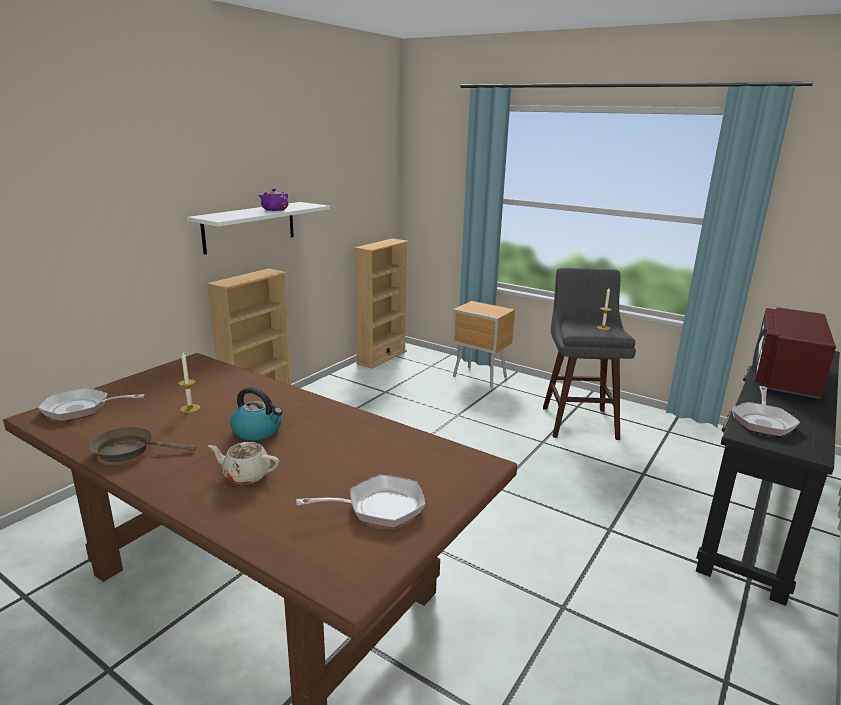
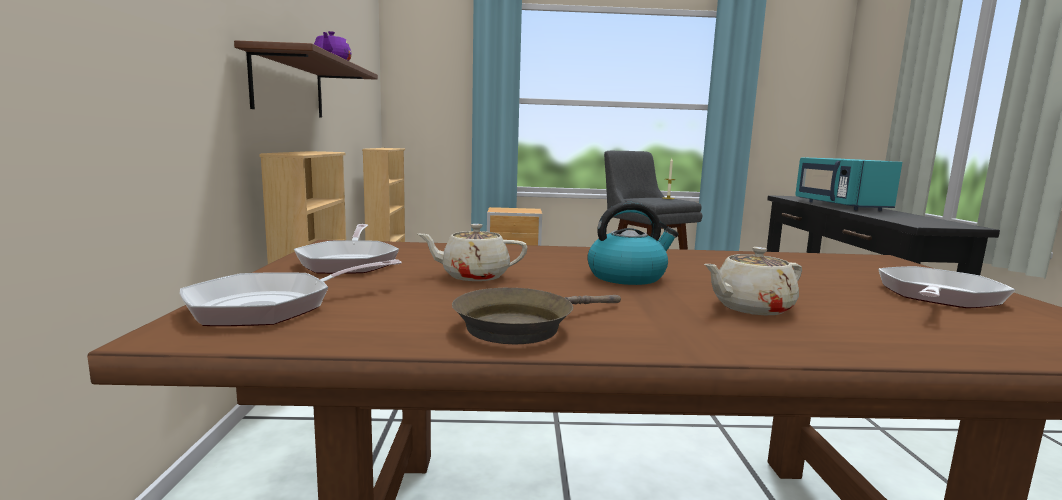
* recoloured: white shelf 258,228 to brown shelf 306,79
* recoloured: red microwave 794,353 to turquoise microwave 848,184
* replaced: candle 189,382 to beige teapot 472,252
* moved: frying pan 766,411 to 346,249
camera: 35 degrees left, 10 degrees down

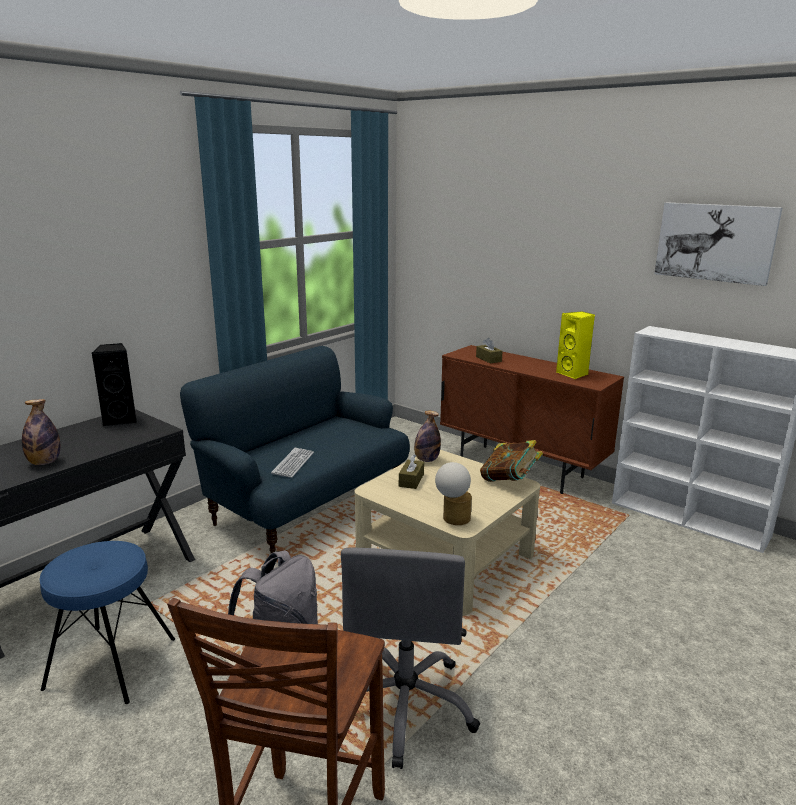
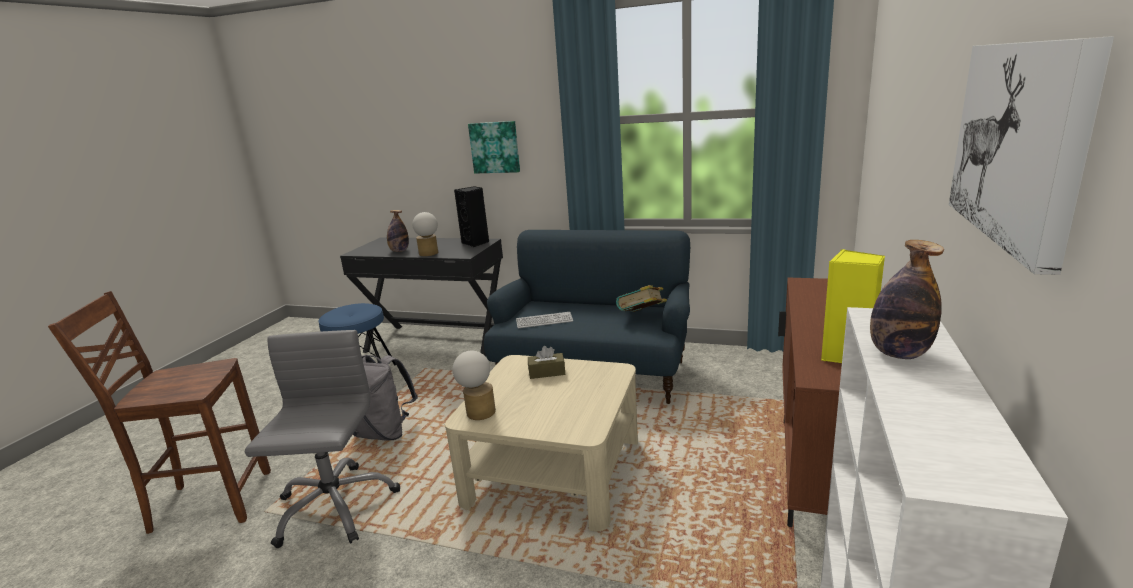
* removed: brown tissue box 489,351
* moved: bottle 427,436 to 907,299
* moved: book 511,461 to 641,298
* turned: grey office chair 410,658 = 322,439 105 degrees clockwise
* added: picture 494,147
* added: table lamp 425,234
camera: 70 degrees right, 0 degrees up

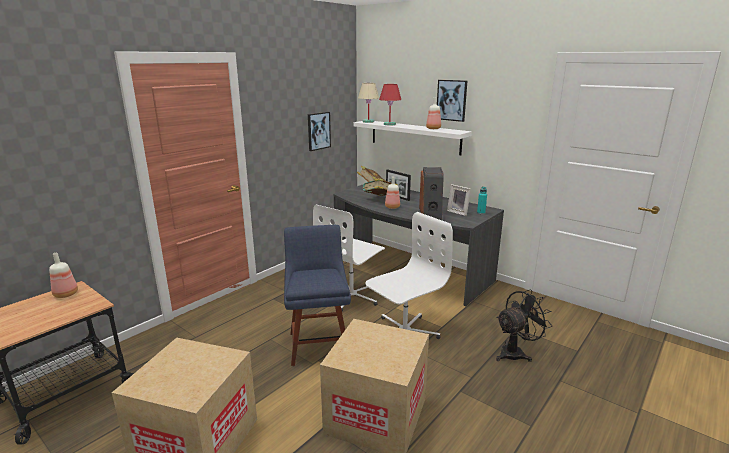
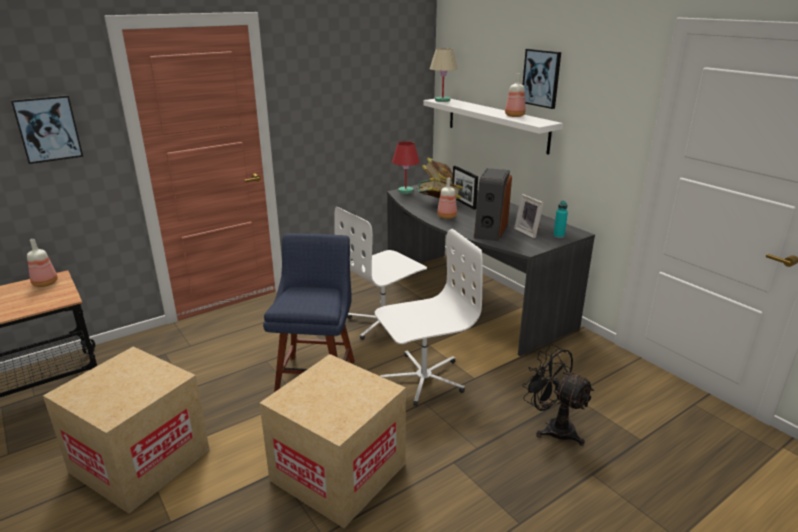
* moved: red table lamp 390,105 to 406,167
* moved: picture 319,131 to 47,129
* turned: black fan 524,325 = 558,395 120 degrees counterclockwise
camera: 15 degrees right, 5 degrees up

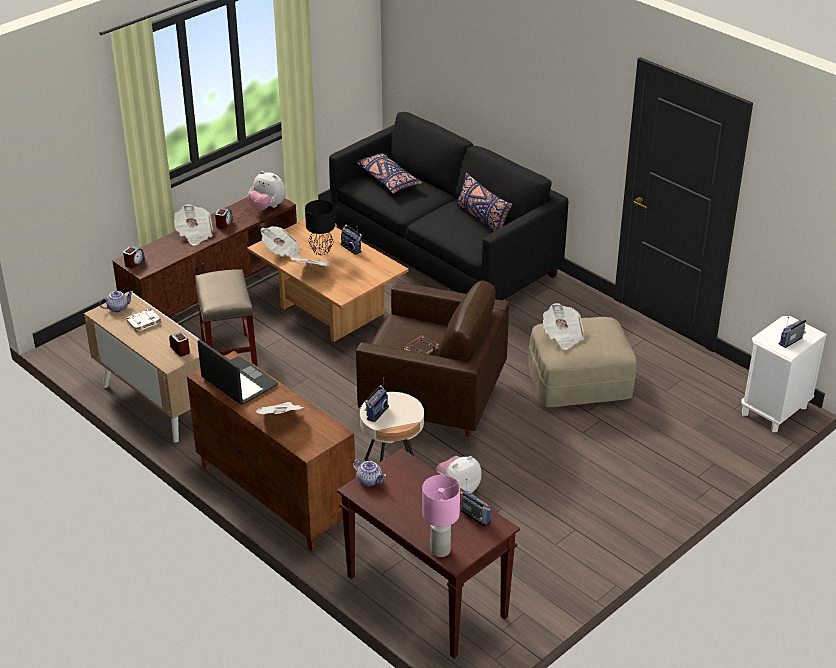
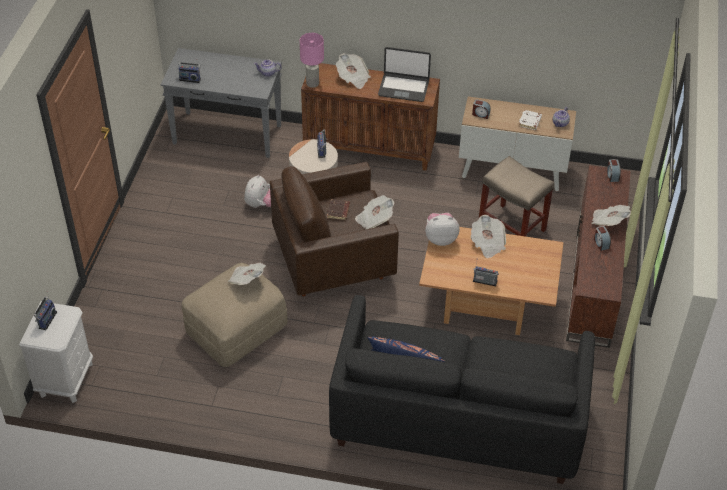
* removed: blue pillow 389,173
* moved: plush toy 266,191 to 442,229
* removed: black table lamp 320,227
* moved: newspaper 280,242 to 375,212
* recoloured: brown console table 428,553 to grey console table 221,103
* moved: pink table lamp 441,516 to 312,60
camera: 145 degrees right, 10 degrees up

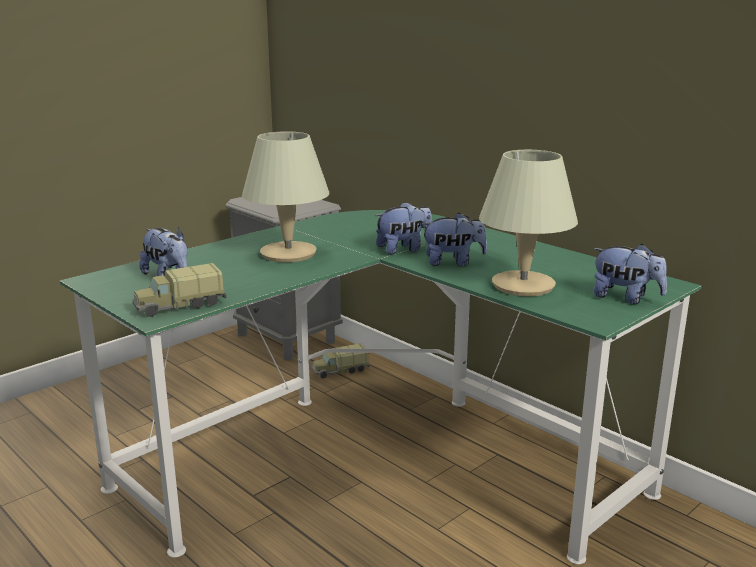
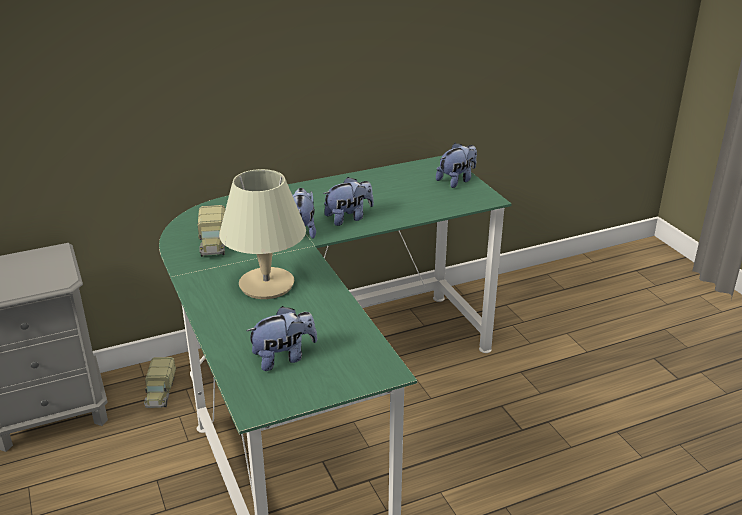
* removed: beige table lamp 528,223
* turned: plush toy 454,239 = 348,201 45 degrees clockwise
* moved: toy truck 179,290 to 211,231
camera: 70 degrees left, 10 degrees up

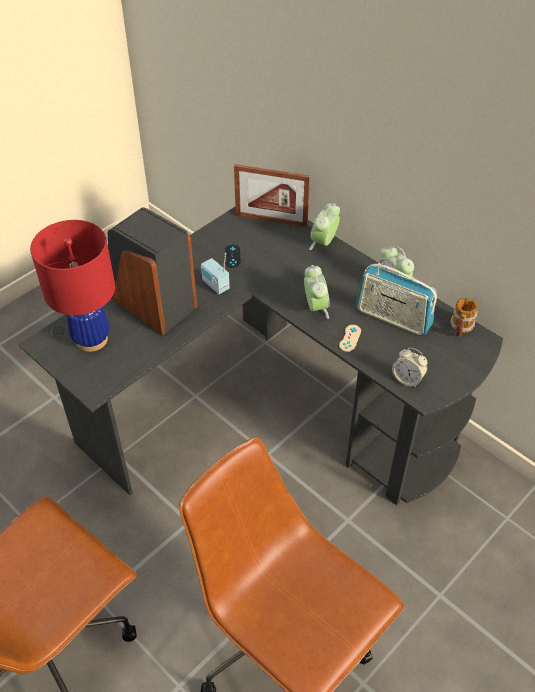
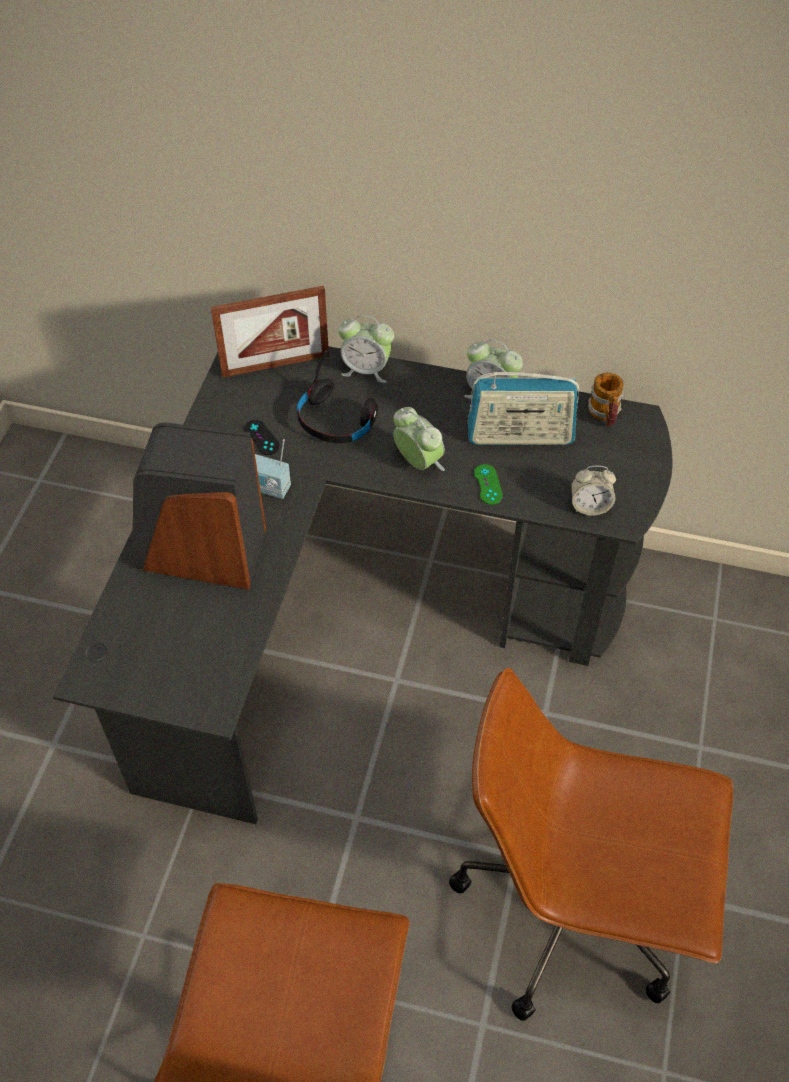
* turned: alarm clock 324,226 = 366,349 75 degrees counterclockwise
* removed: red table lamp 72,286
* recoloured: beige game controller 350,338 to green game controller 488,484
* added: black headphones 337,396
camera: 30 degrees left, 5 degrees up

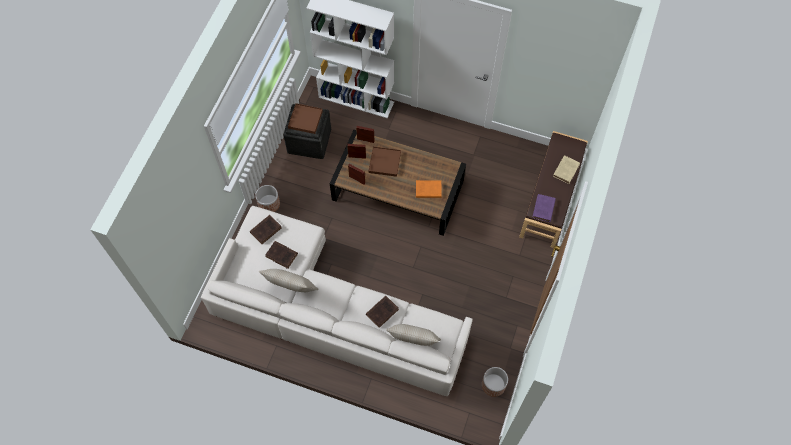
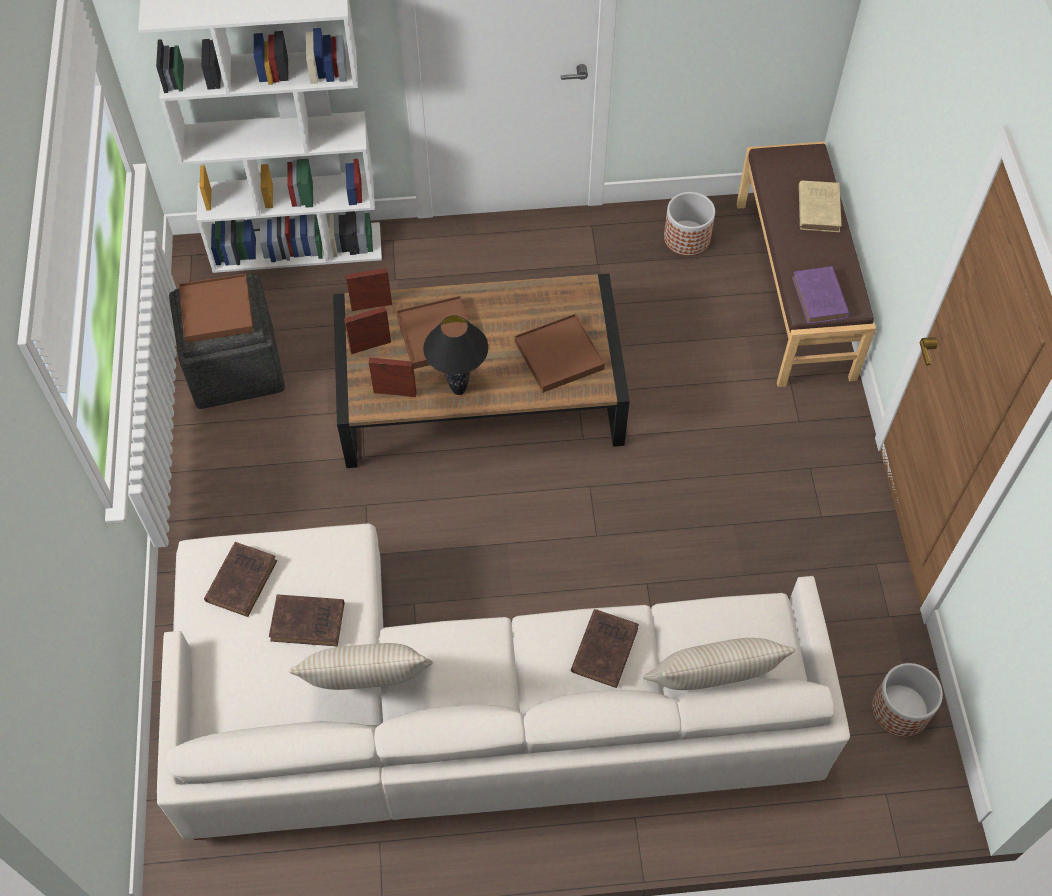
* replaced: orange book 429,189 to brown tray 560,353
* moved: planter 267,198 to 689,224
* added: black table lamp 455,355
camera: 25 degrees left, 5 degrees down

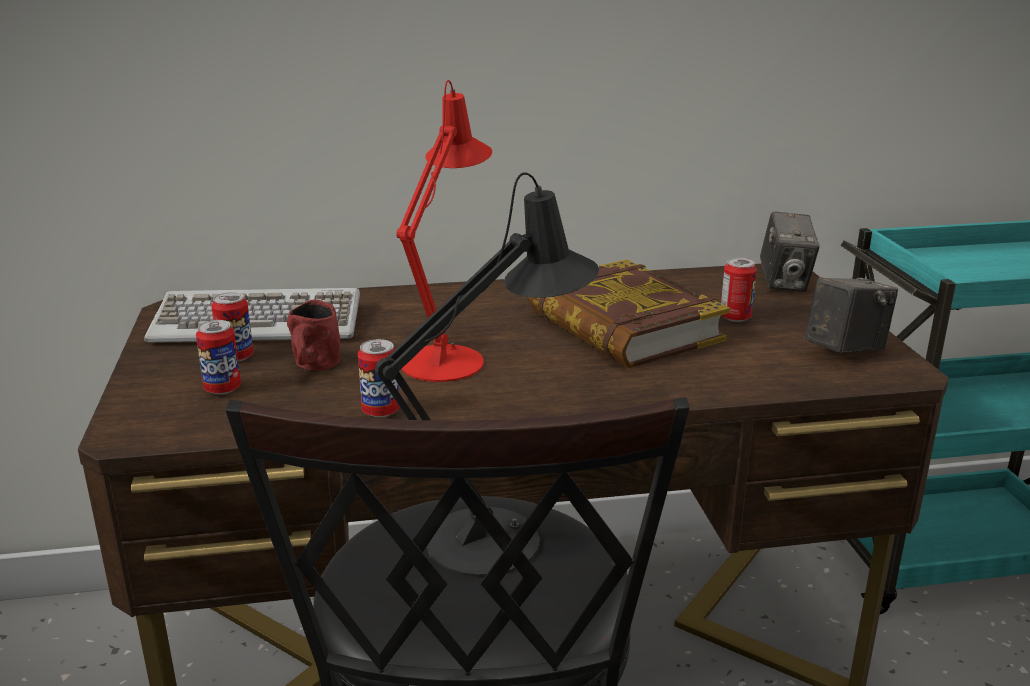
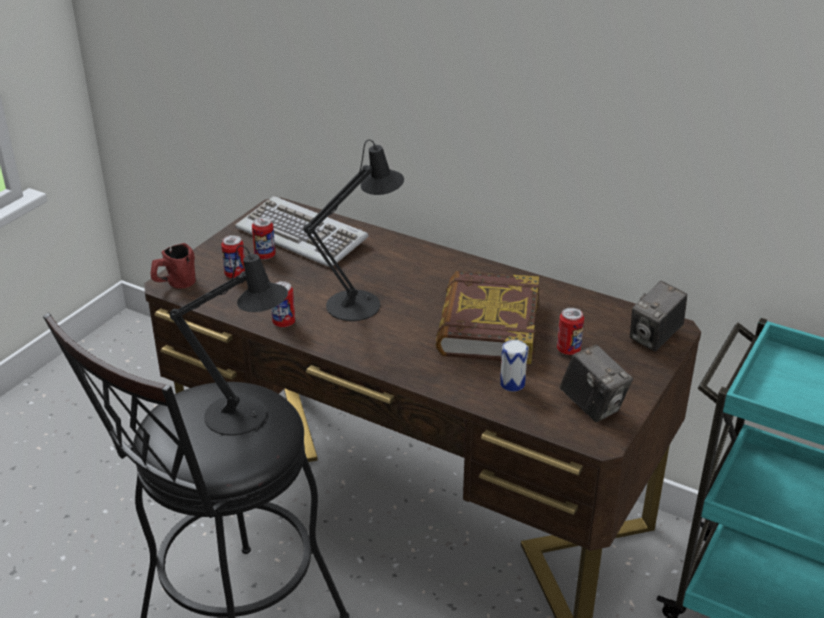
* recoloured: red table lamp 444,231 to black table lamp 353,230
* turned: photo camera 851,315 = 596,383 45 degrees clockwise
* moved: red mug 314,335 to 173,266
* added: can 514,366
camera: 40 degrees right, 10 degrees up

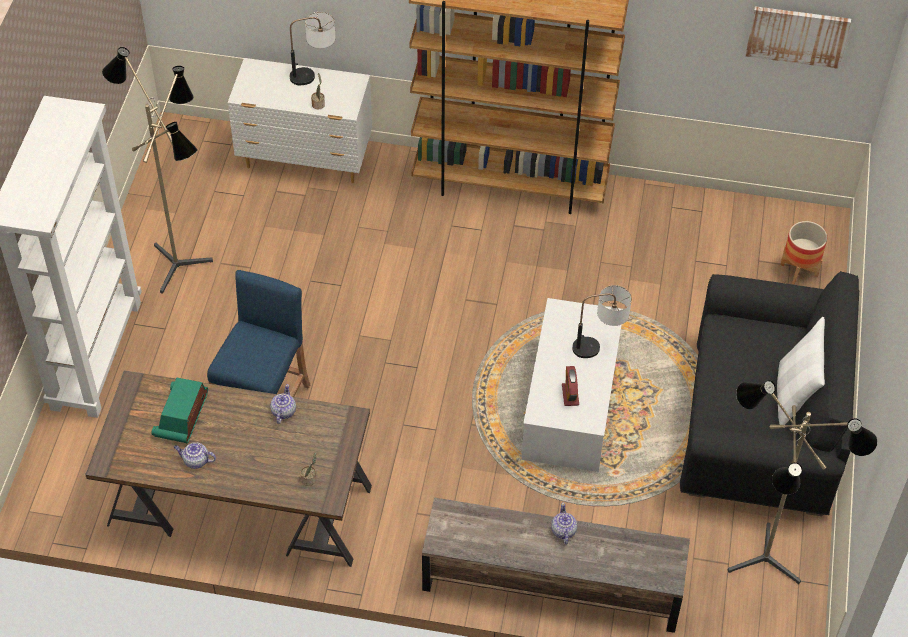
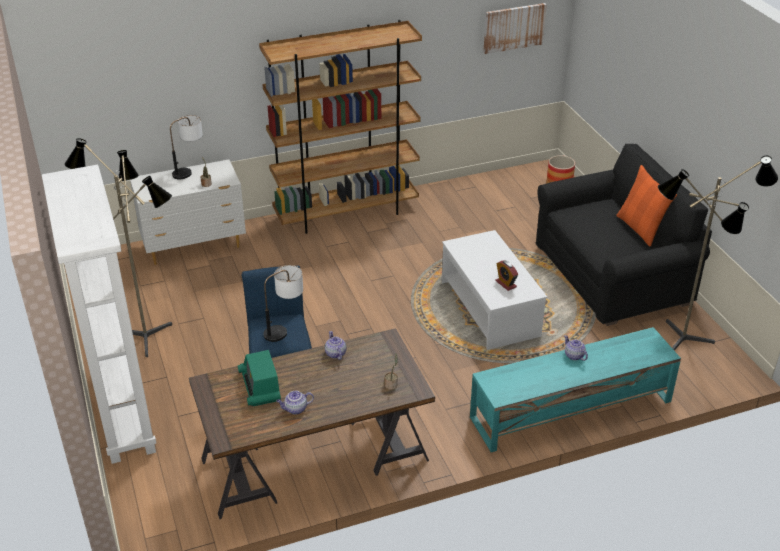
* moved: table lamp 602,321 to 283,303
* recoloured: white pillow 801,371 to orange pillow 646,206
* recoloured: brown tv stand 556,565 to turquoise tv stand 575,389
camera: 30 degrees left, 15 degrees down

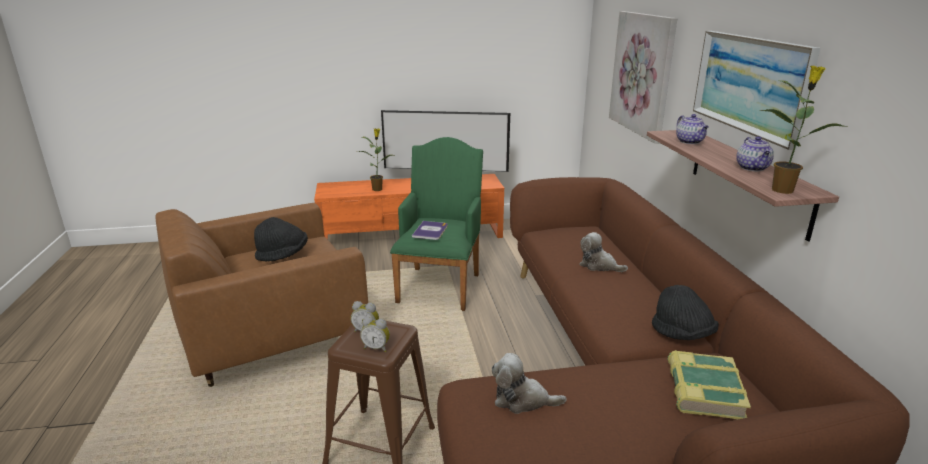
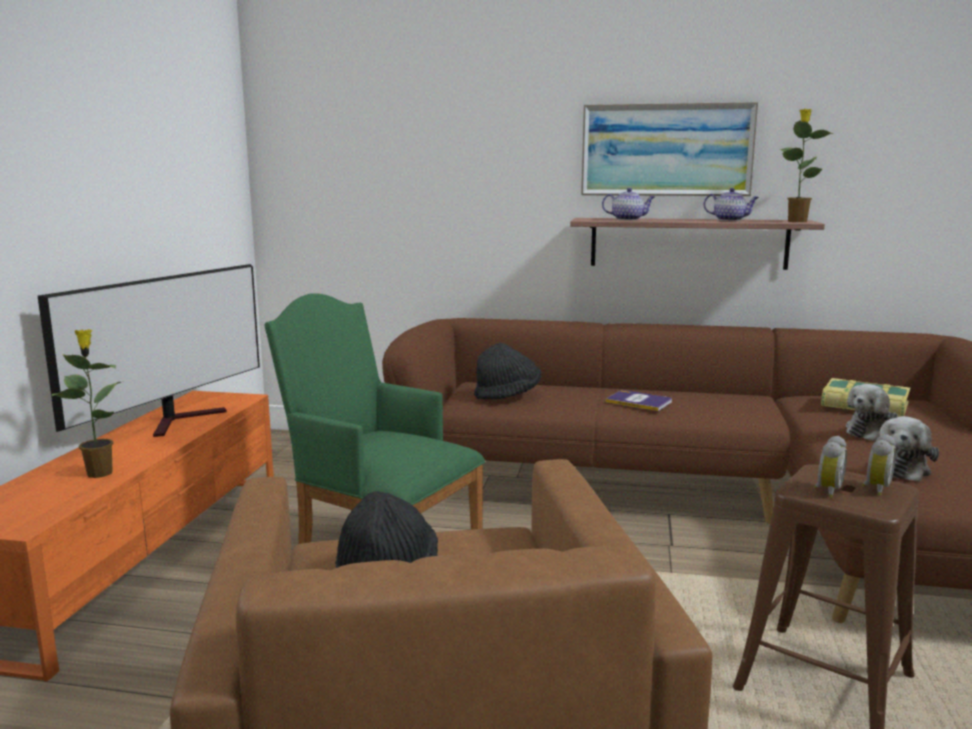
* removed: picture 643,77
* moved: book 430,230 to 639,400
* moved: plush toy 604,252 to 872,412
* moved: black hat 685,312 to 507,371
camera: 70 degrees left, 10 degrees down

